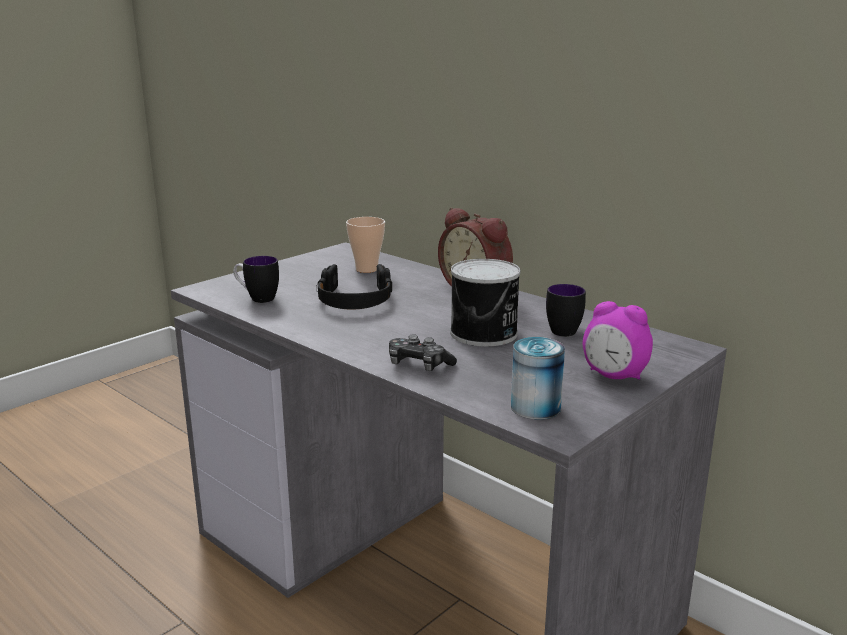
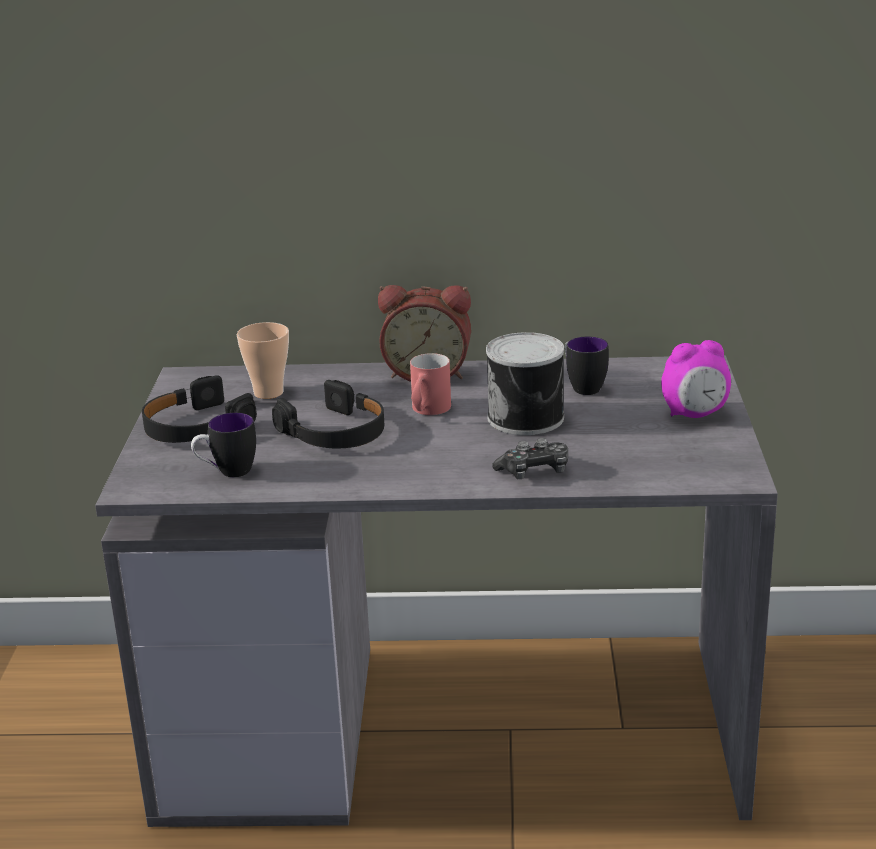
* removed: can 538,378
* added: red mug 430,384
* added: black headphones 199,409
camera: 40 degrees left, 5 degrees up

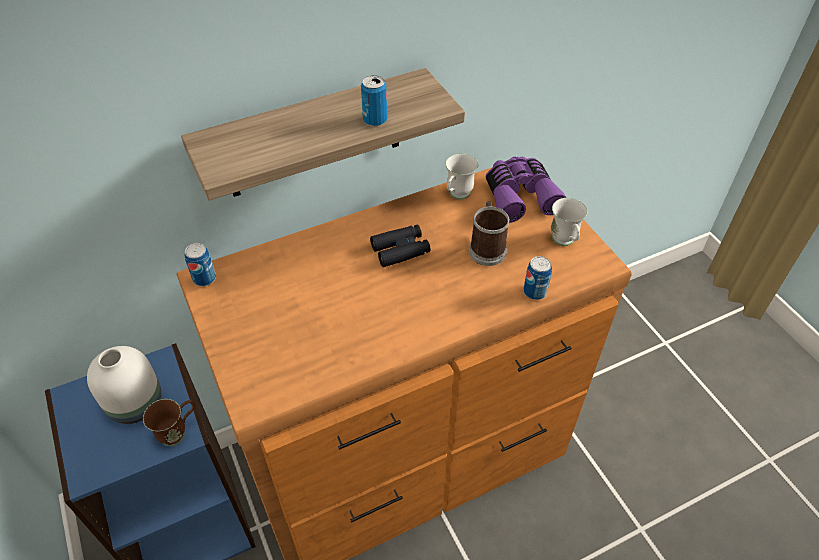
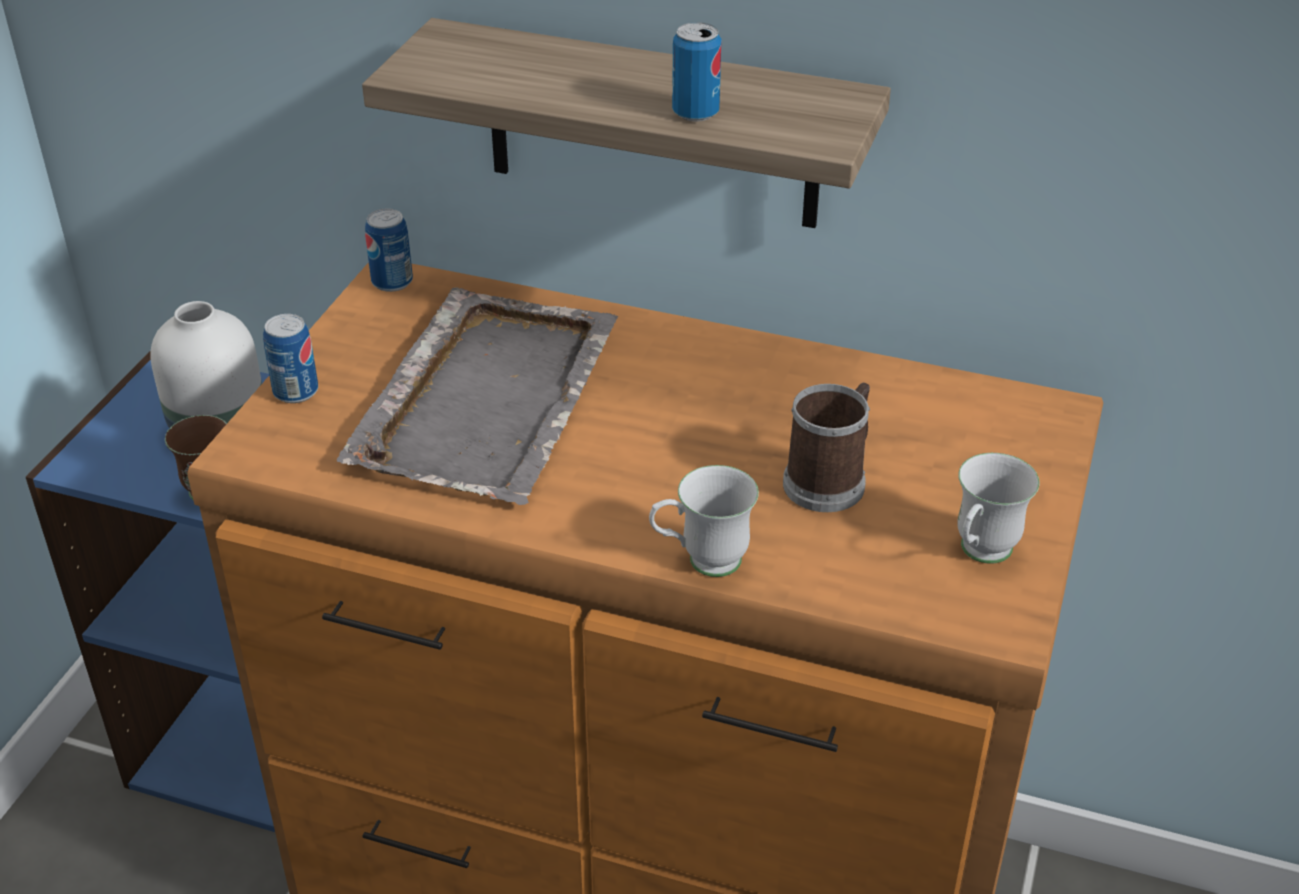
* moved: white mug 461,176 to 704,521
* removed: purple binoculars 526,190
* removed: black binoculars 400,246
* moved: can 537,278 to 290,358
* added: grey tray 477,396
camera: 45 degrees right, 10 degrees down

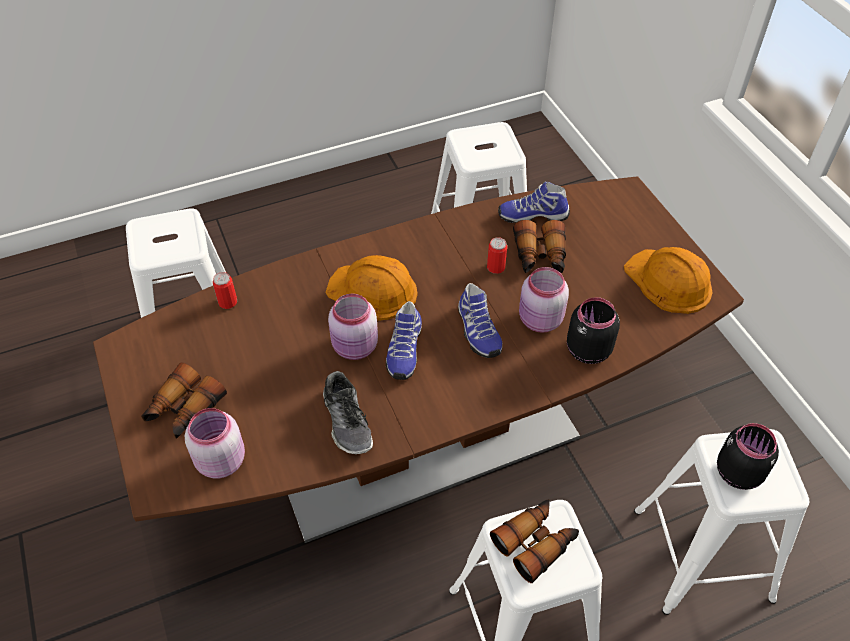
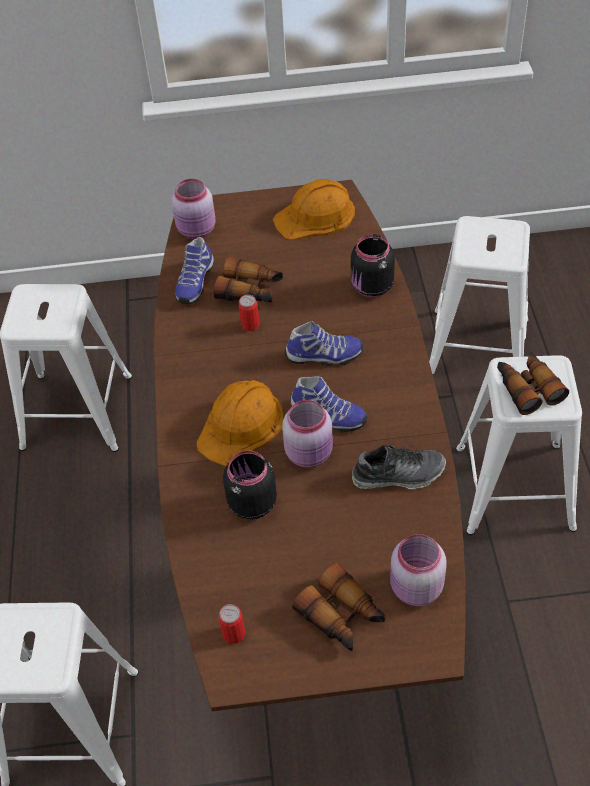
* moved: pink jar 544,300 to 194,209
* moved: can 225,290 to 232,624
* moved: black jar 748,456 to 250,485
camera: 70 degrees left, 0 degrees up

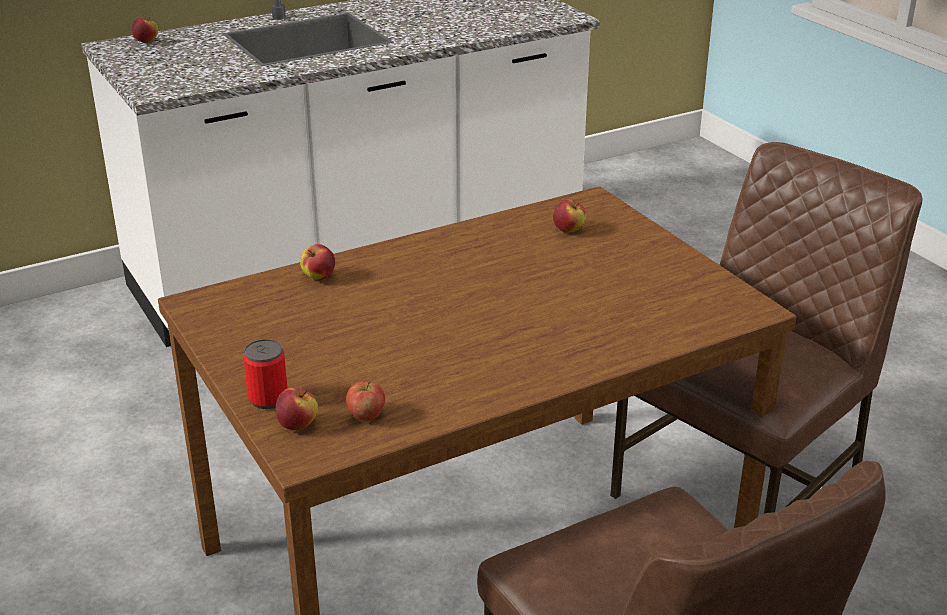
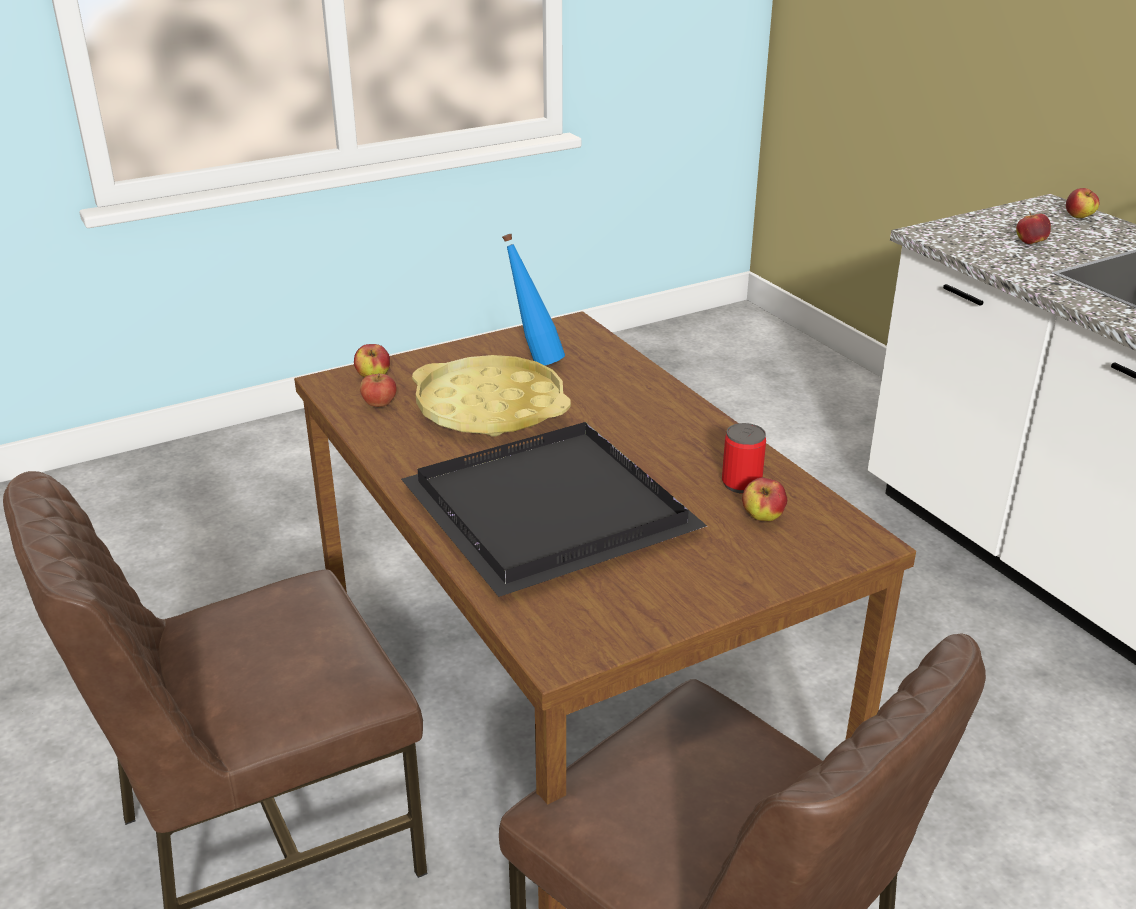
* moved: apple 317,262 to 1033,228
* moved: can 265,374 to 744,458
* added: blue bottle 533,300
* added: yellow tray 491,396
* added: black tray 554,509
camera: 90 degrees right, 0 degrees up

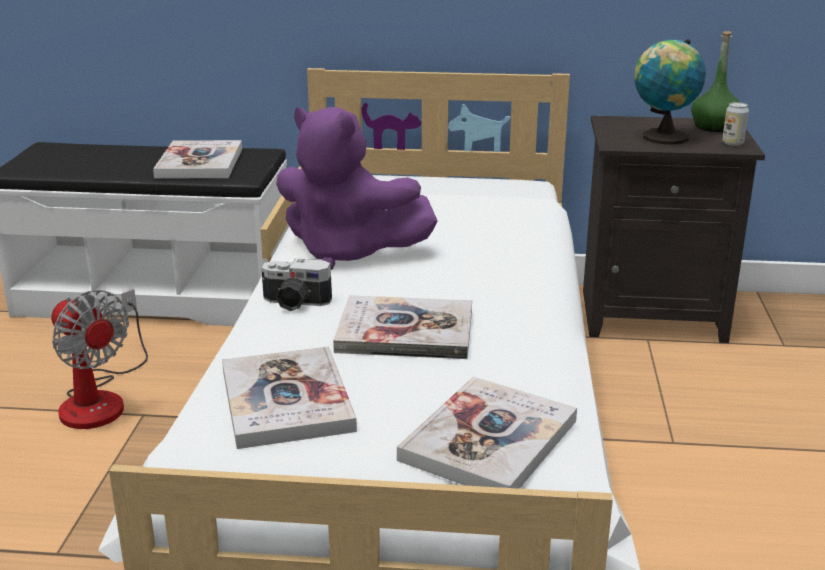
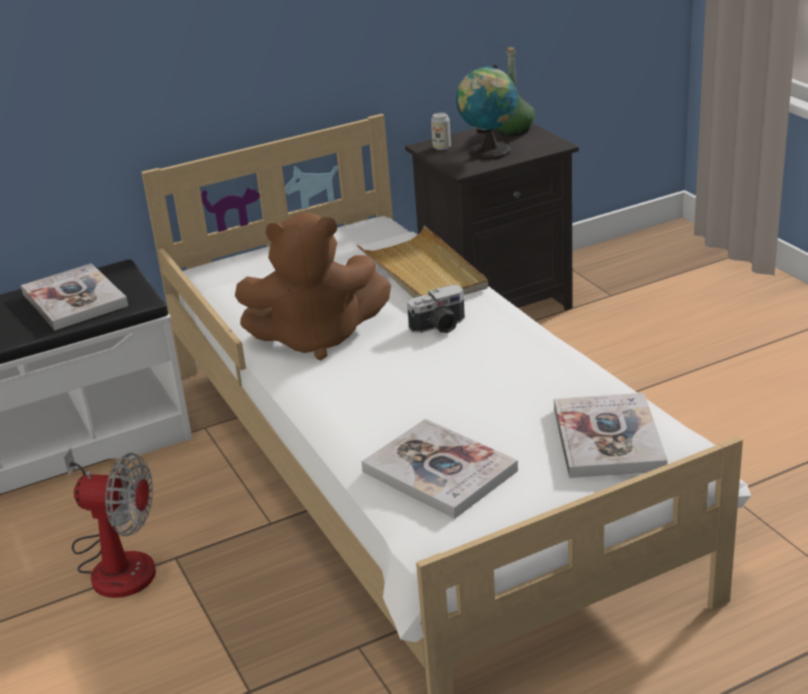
* moved: can 735,124 to 441,131
* recoloured: purple plush toy 356,188 to brown plush toy 313,286
* moved: photo camera 296,284 to 436,309
* removed: book 402,327
* added: beige tray 422,262
camera: 30 degrees left, 5 degrees up

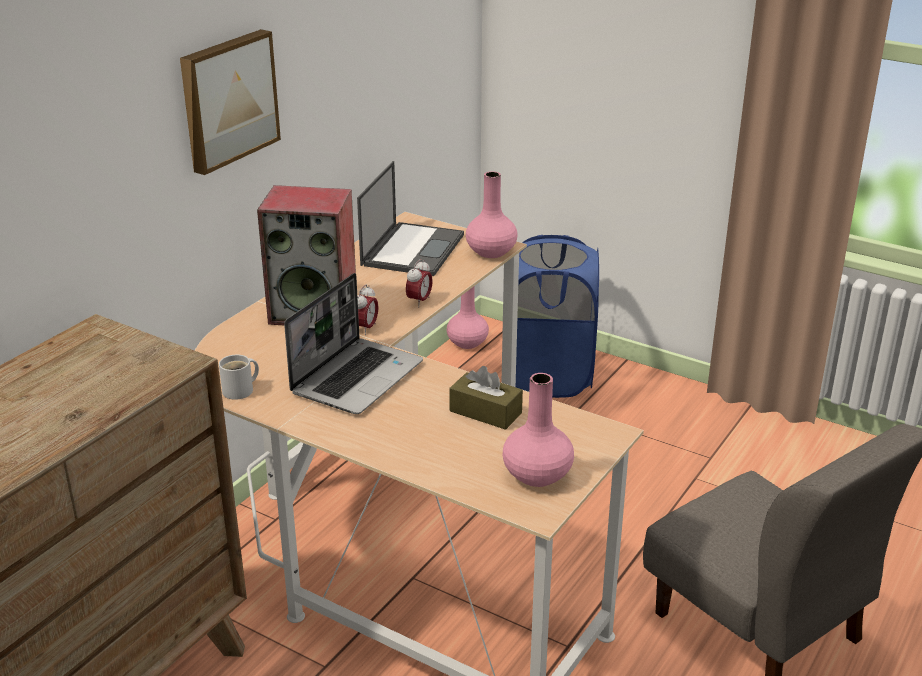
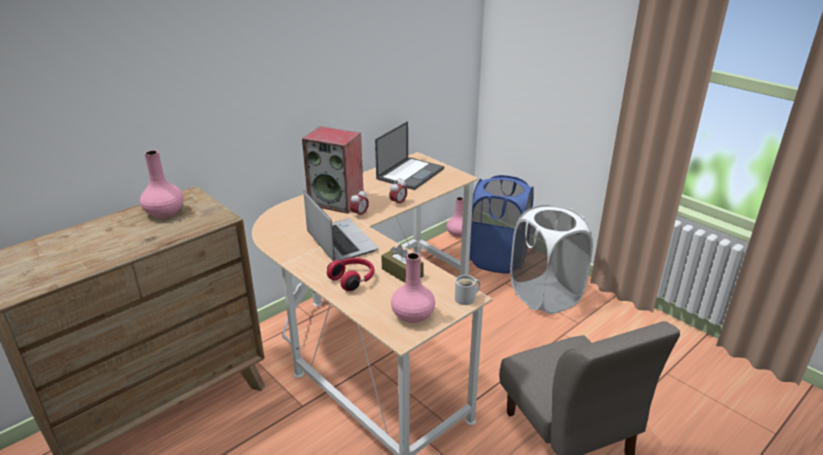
* removed: picture 230,102
* moved: pink vase 492,214 to 162,184
* turned: laptop 353,343 = 340,225 75 degrees counterclockwise
* moved: white mug 239,377 to 467,290
* added: white laundry basket 551,259
* added: red headphones 350,274
camera: 15 degrees right, 0 degrees up

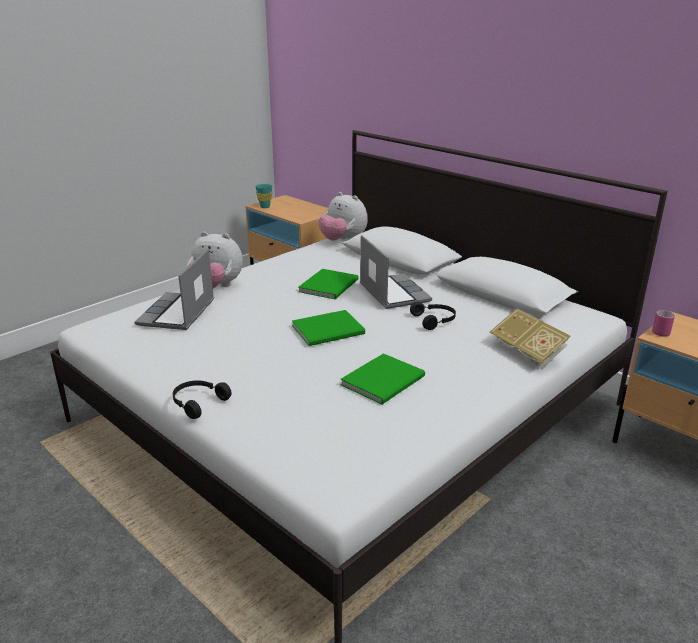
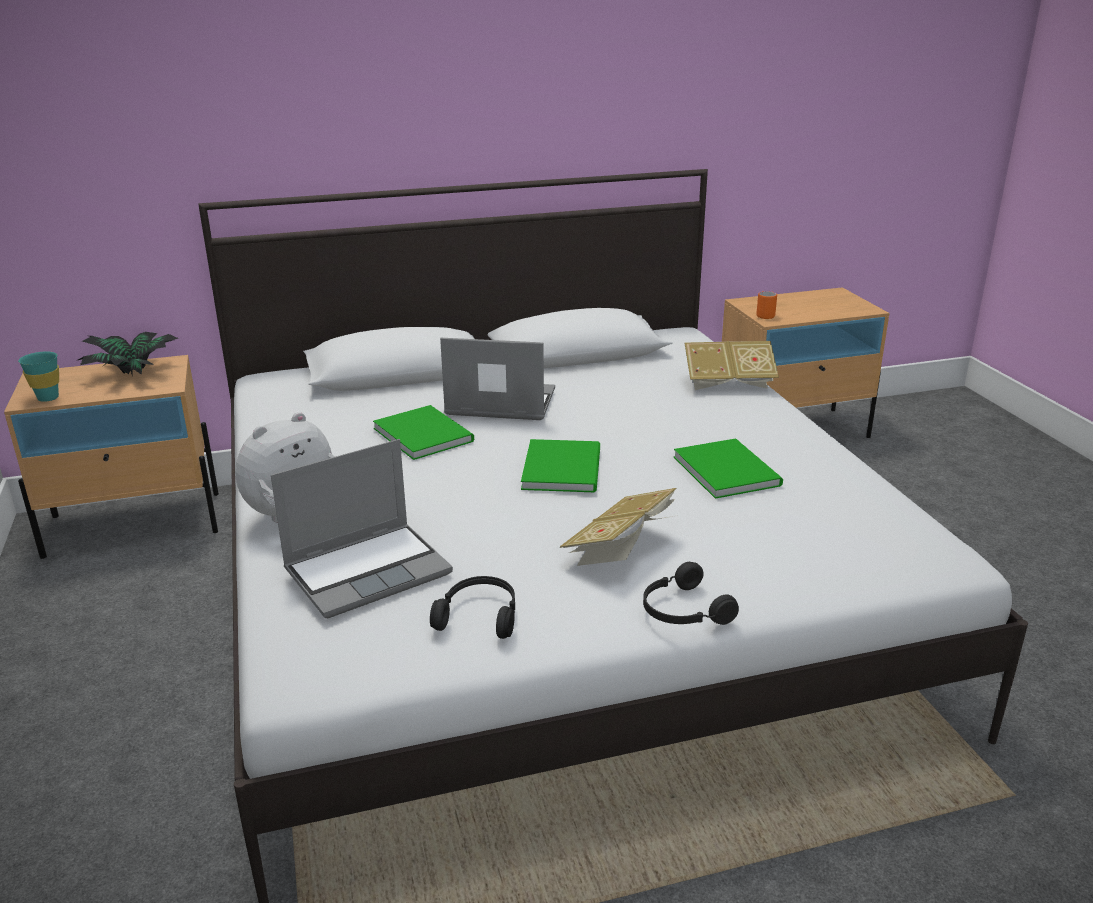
* removed: plush toy 343,216
* turned: laptop 174,289 = 362,528 75 degrees counterclockwise
* moved: black headphones 433,316 to 472,607
* recoloured: pink mug 663,323 to orange mug 766,305
* added: potted plant 127,353
* added: book 618,527
camera: 60 degrees left, 0 degrees up

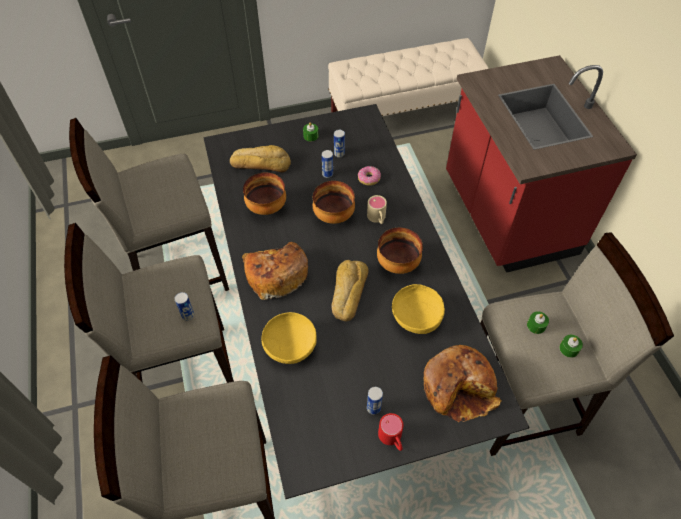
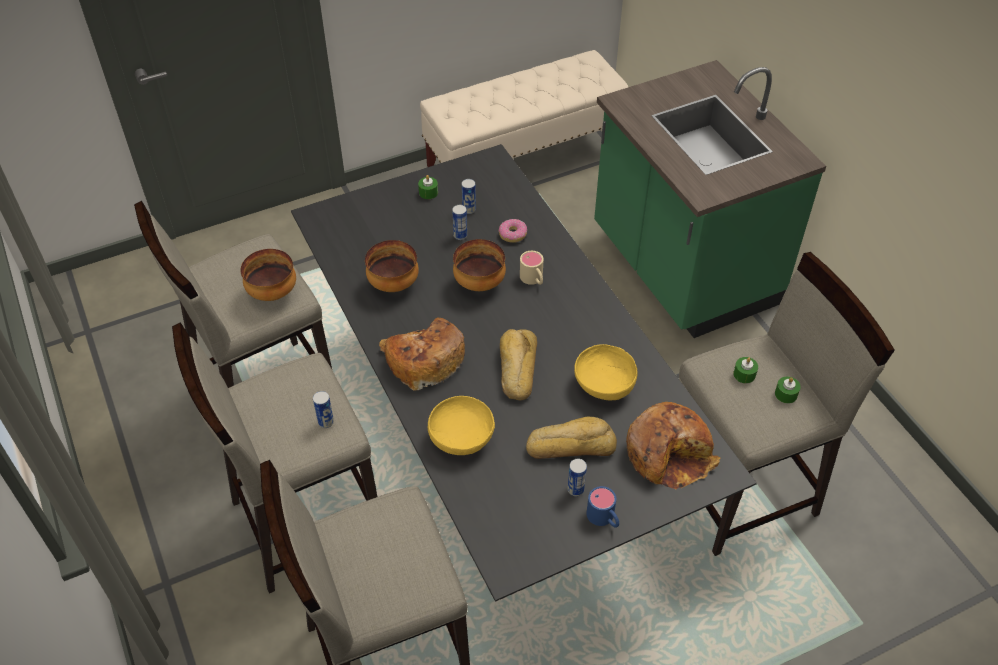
* recoloured: red counter 541,164 to green counter 710,199
* moved: bread 260,158 to 571,437
* moved: bowl 400,251 to 268,275
* recoloured: red mug 391,432 to blue mug 602,506
camera: 10 degrees left, 5 degrees down

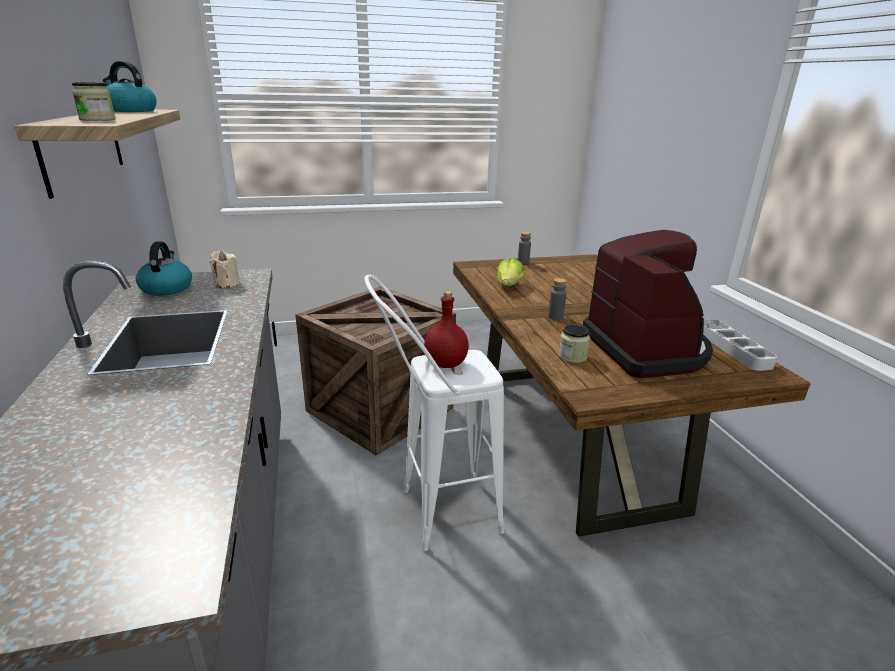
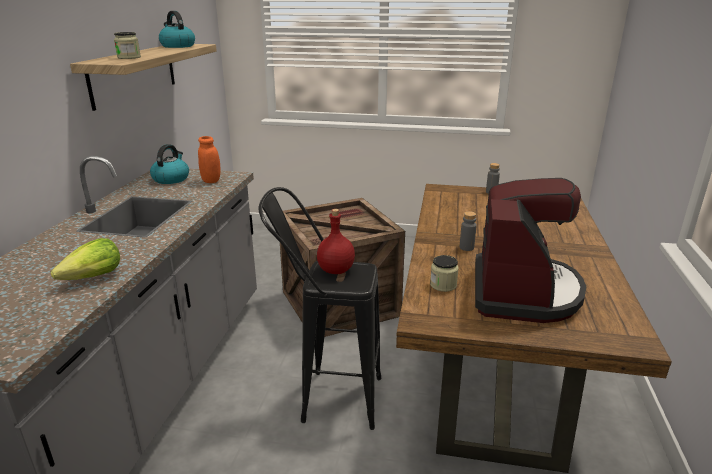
* replaced: beige candle 225,269 to orange jar 209,159
* moved: lettuce 510,272 to 85,259
* recoloured: white stool 434,413 to black stool 319,308
* removed: grey tray 740,345
camera: 25 degrees right, 0 degrees up

